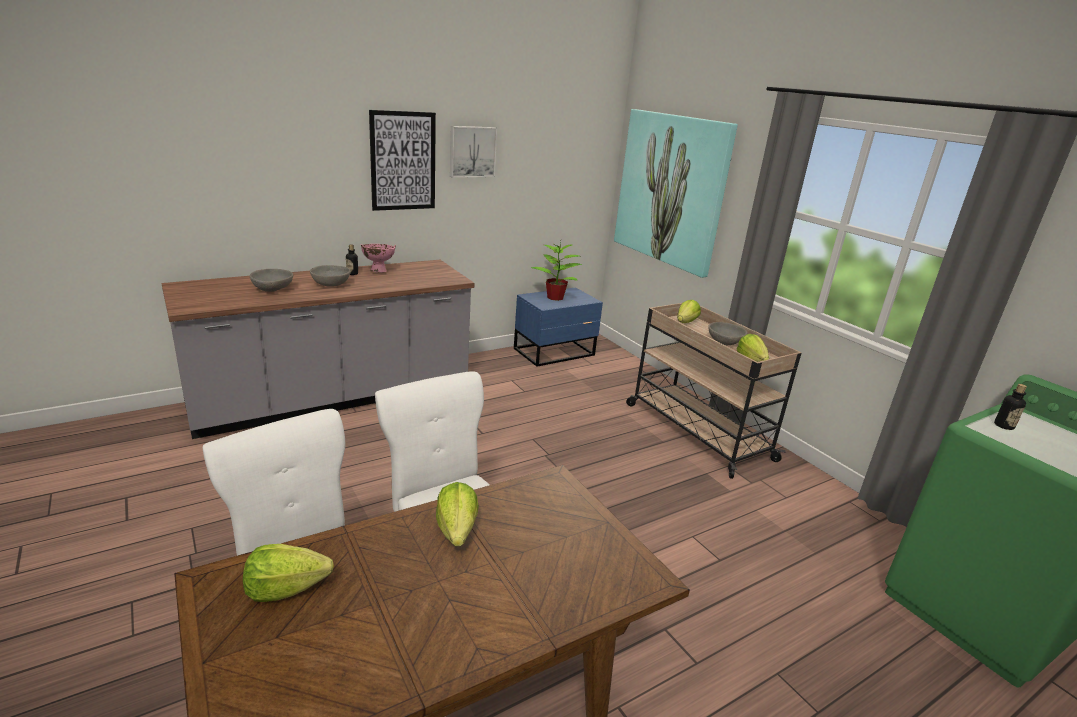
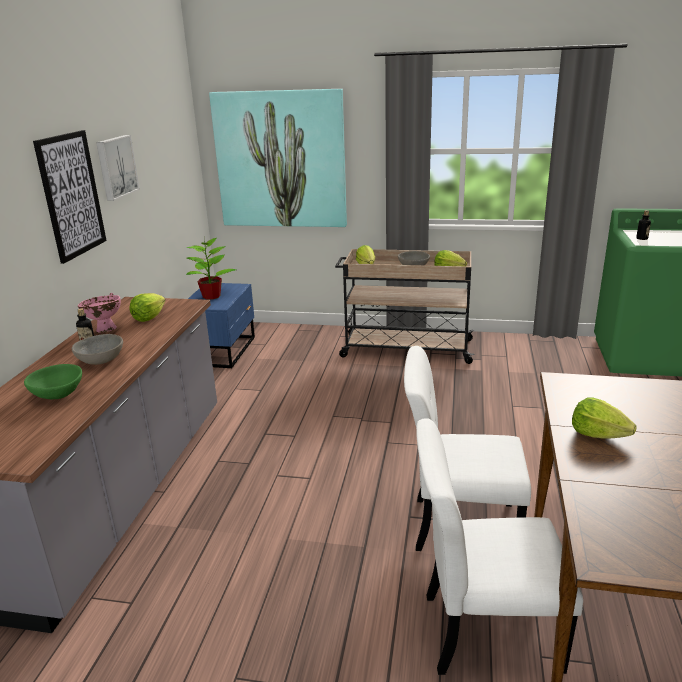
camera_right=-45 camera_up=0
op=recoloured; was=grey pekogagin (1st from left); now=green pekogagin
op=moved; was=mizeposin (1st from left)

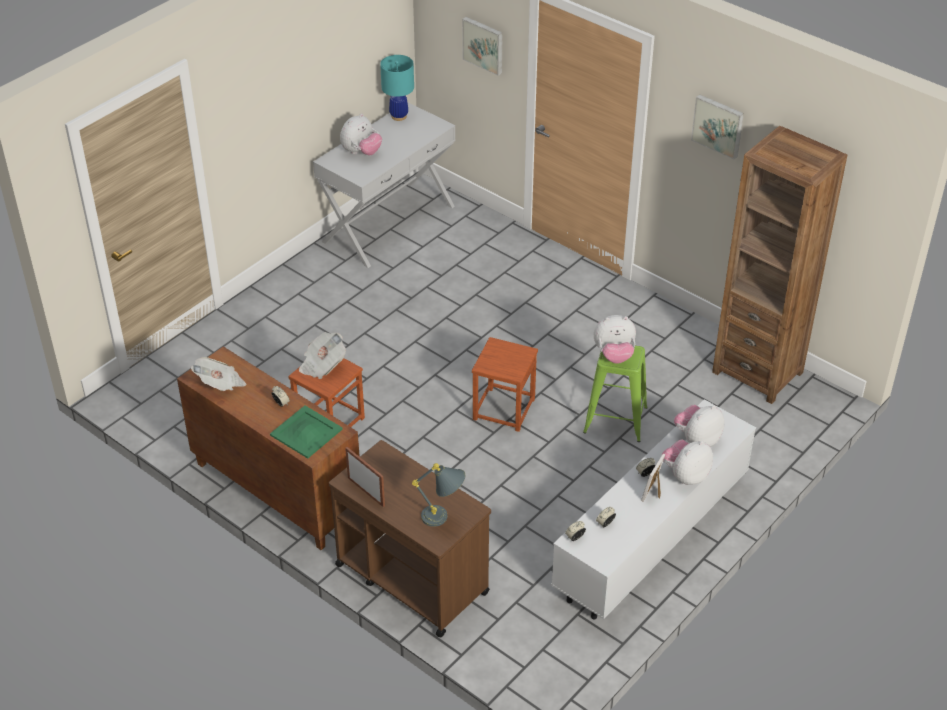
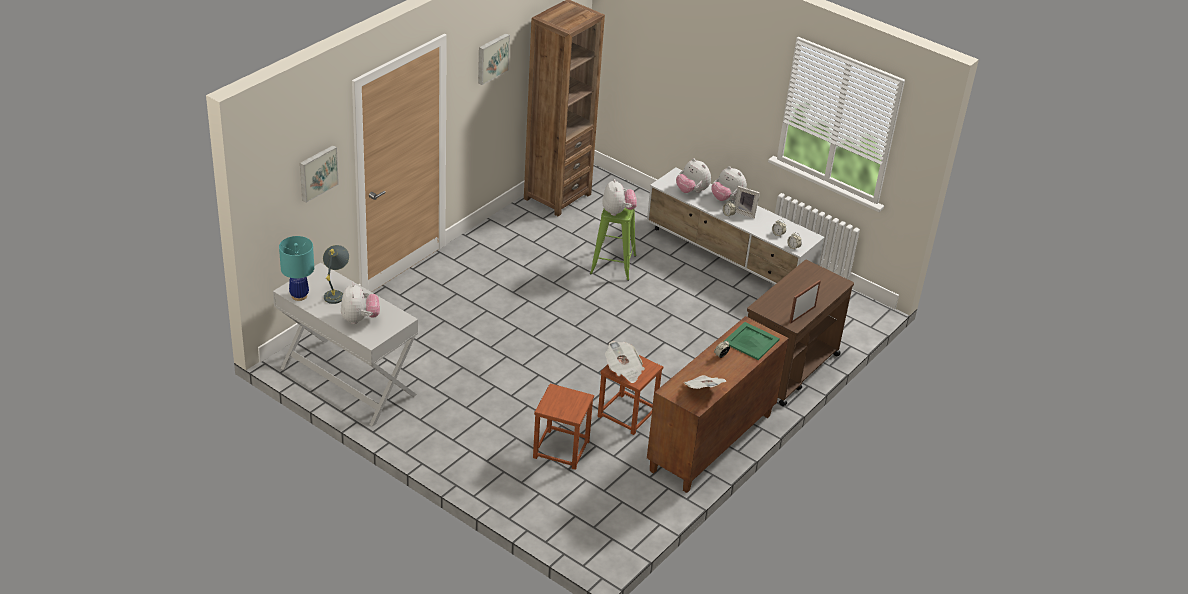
camera_right=-95 camera_up=-5
op=turned; was=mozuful (1st from left); clockwise=45
op=moved; was=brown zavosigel (2nd from left in the first image); now=brown zavosigel (1st from left)
op=moved; was=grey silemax

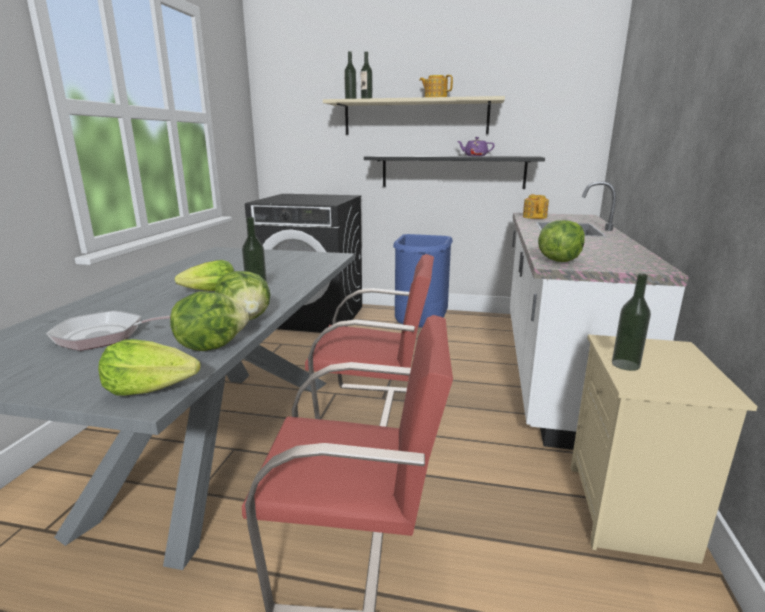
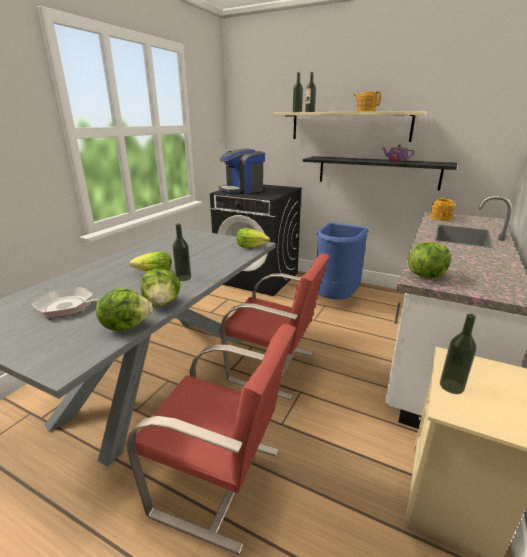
camera_right=15 camera_up=5
op=moved; was=mizeposin (1st from left in the first image); now=mizeposin (4th from left)
op=added; now=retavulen

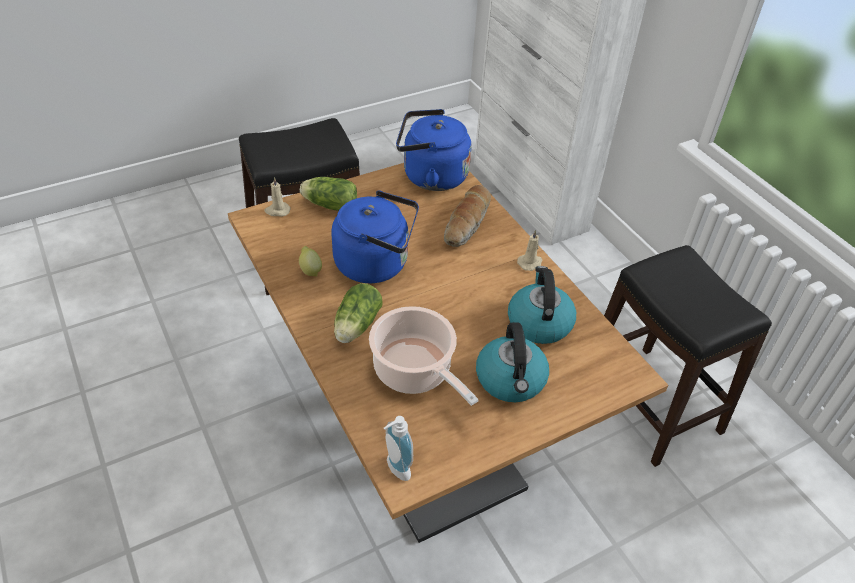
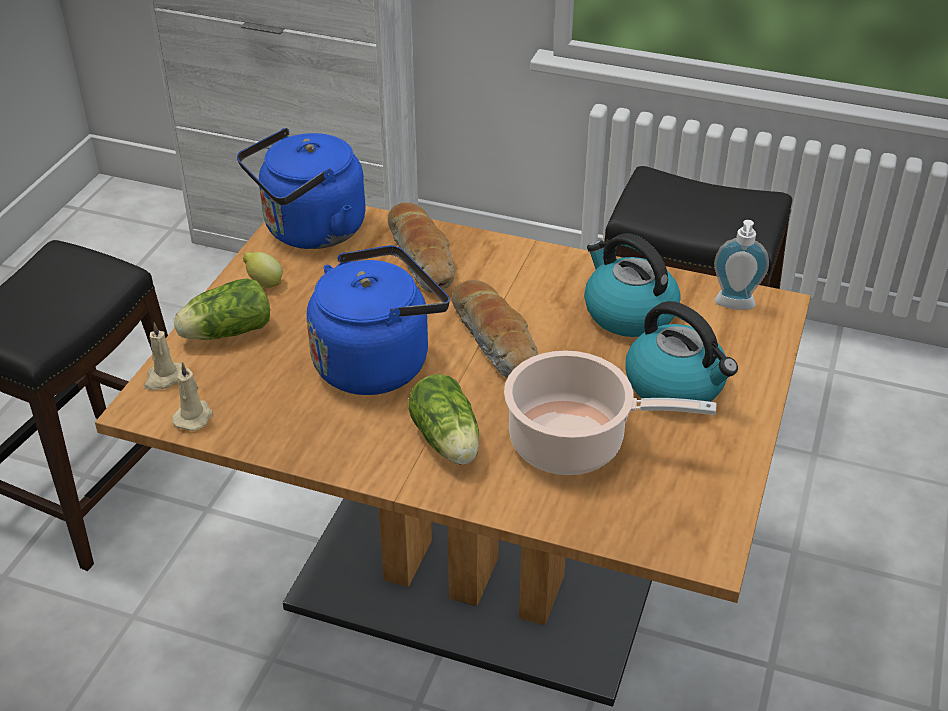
camera_right=-40 camera_up=-5
op=moved; was=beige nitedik (2nd from left)
op=moved; was=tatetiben
op=moved; was=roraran
op=added; now=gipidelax (2nd from left)

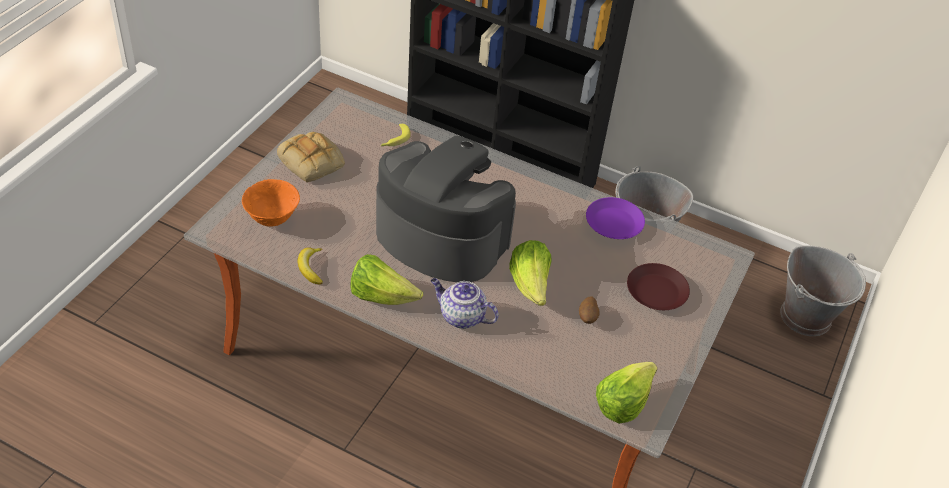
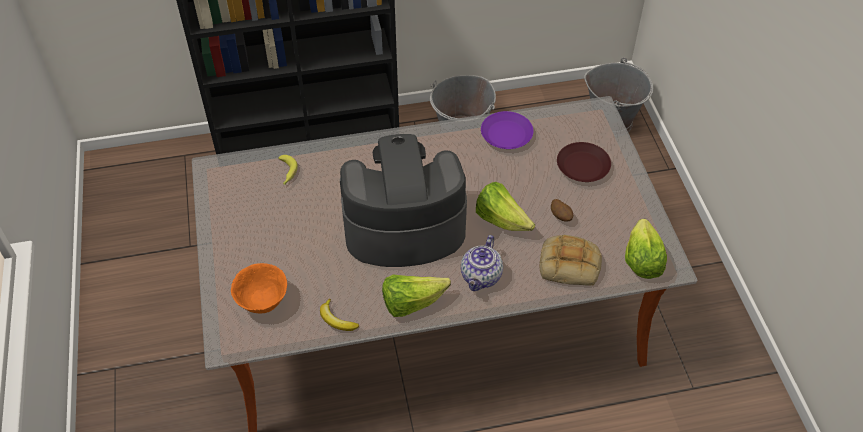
camera_right=-35 camera_up=5
op=moved; was=gipidelax
op=turned; was=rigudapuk; clockwise=-60

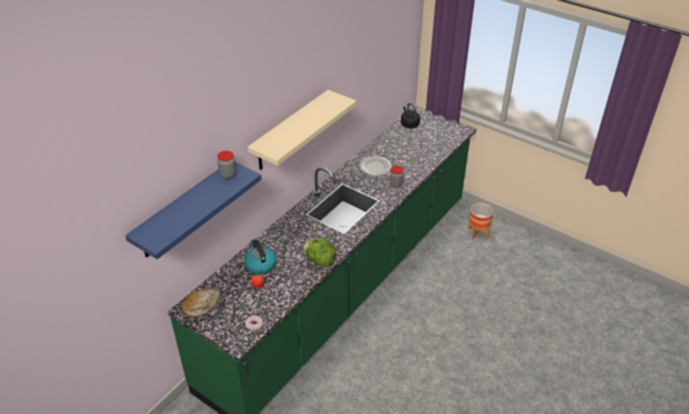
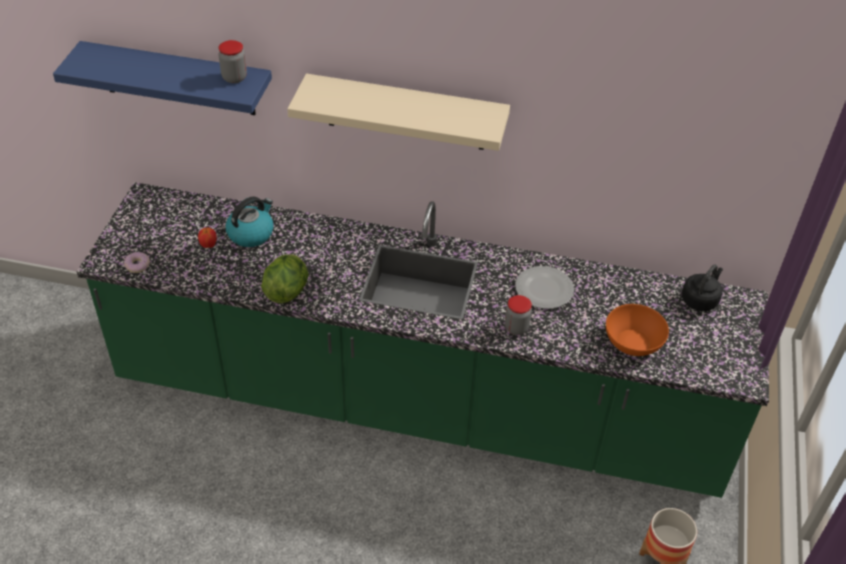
camera_right=65 camera_up=5
op=removed; was=gipidelax
op=added; now=orange pekogagin

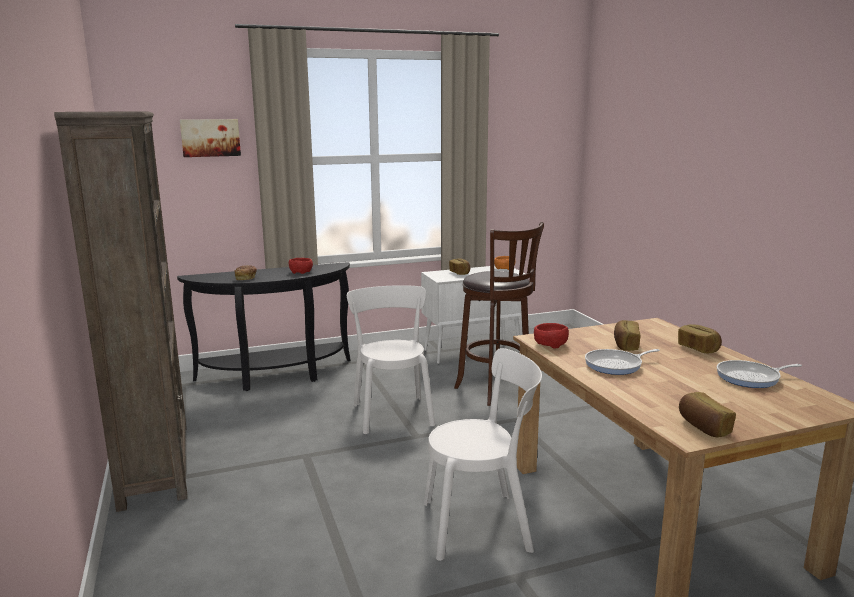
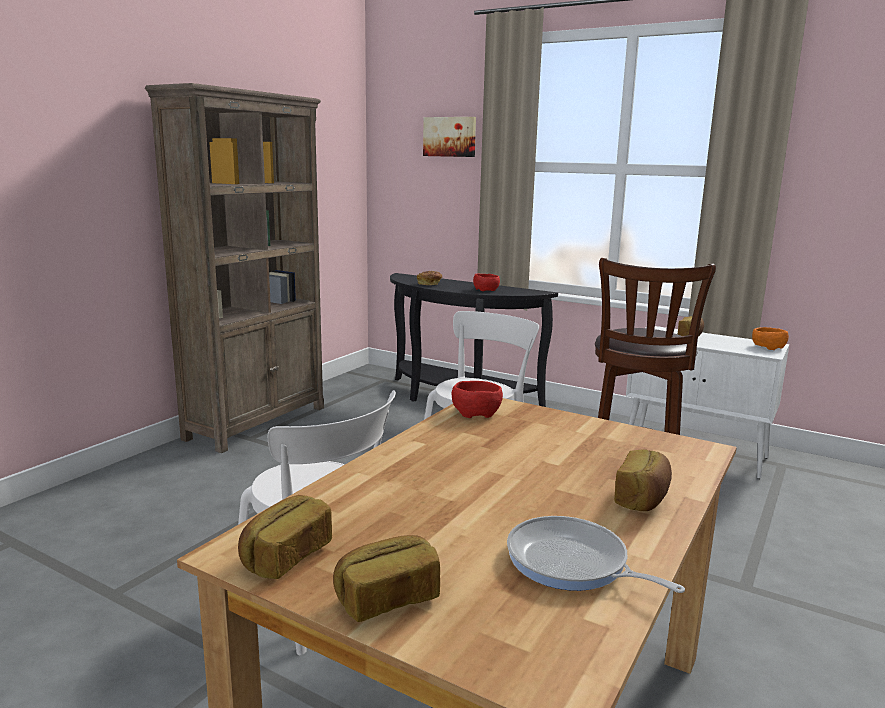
camera_right=50 camera_up=0
op=moved; was=gipidelax (3rd from left in the first image); now=gipidelax (2nd from left)
op=removed; was=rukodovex (1st from left)

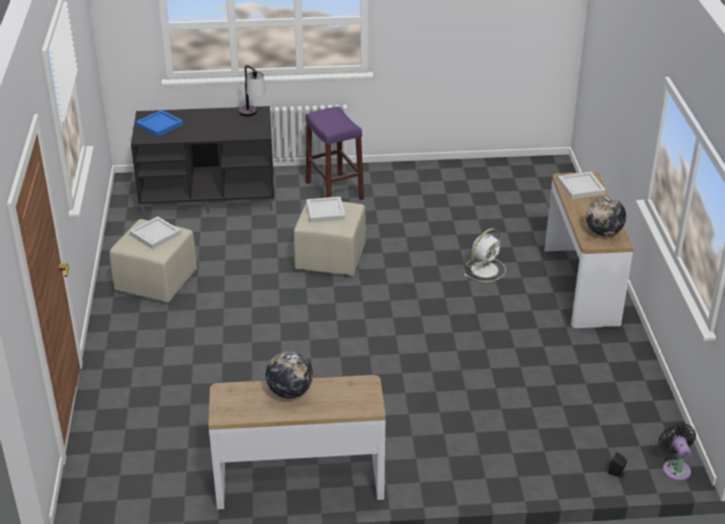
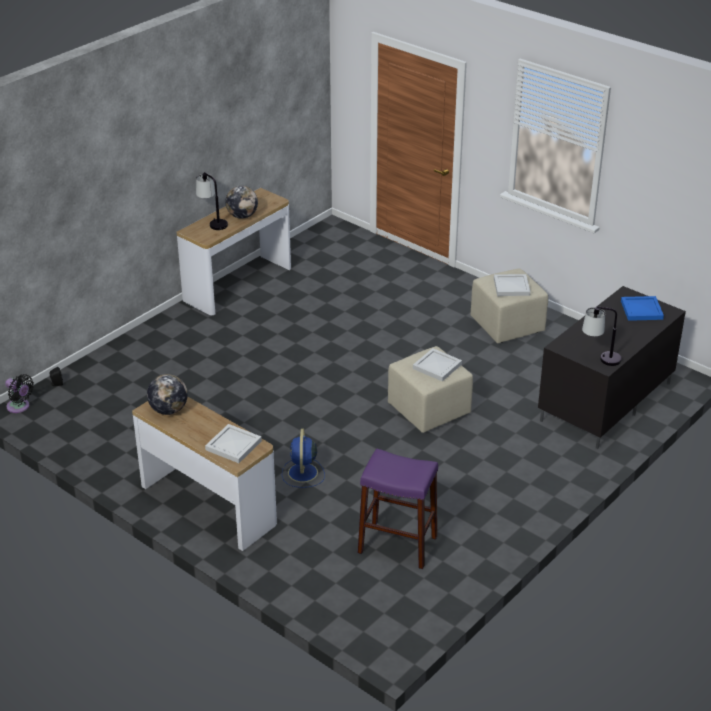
camera_right=135 camera_up=0
op=moved; was=purple zavosigel
op=recoloured; was=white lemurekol; now=blue lemurekol
op=added; now=silemax (1st from left)

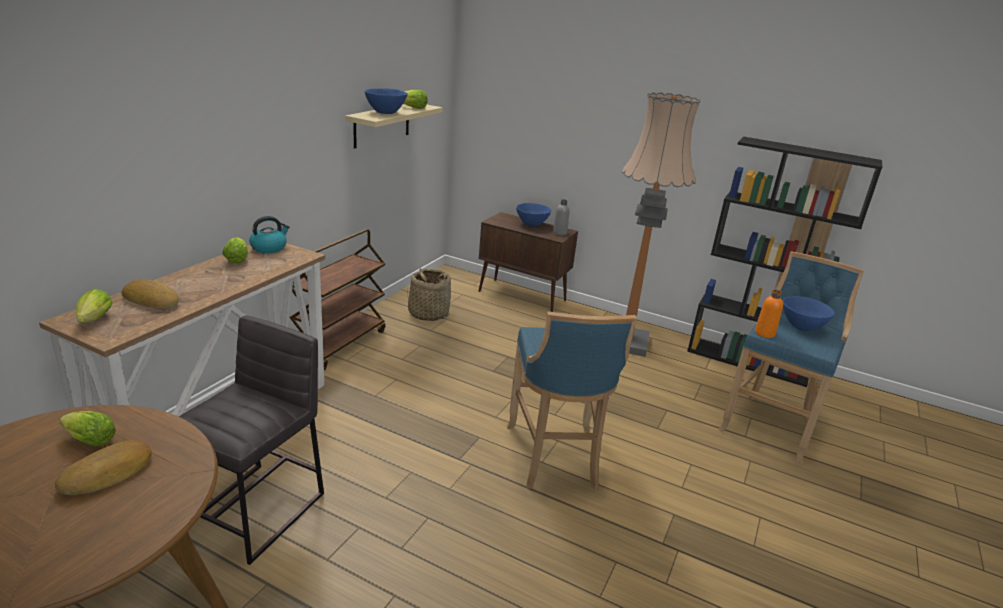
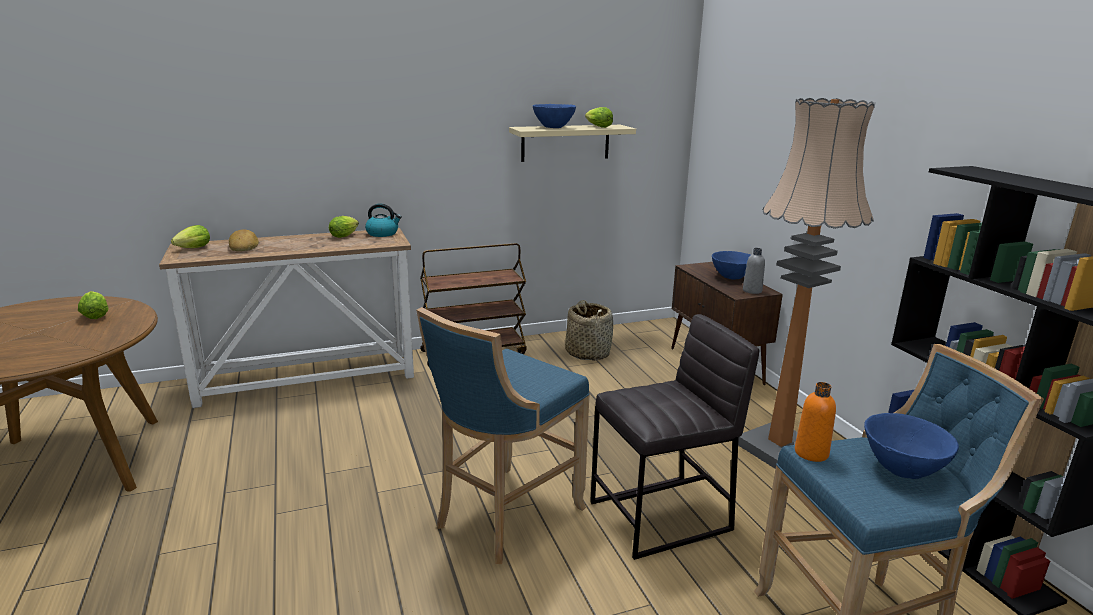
camera_right=45 camera_up=-5
op=moved; was=grey zavosigel
op=removed; was=gipidelax (1st from left)

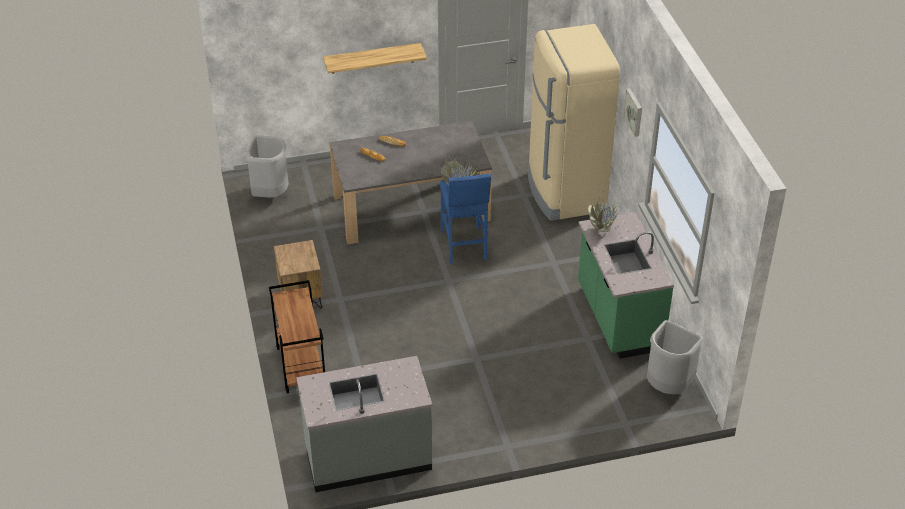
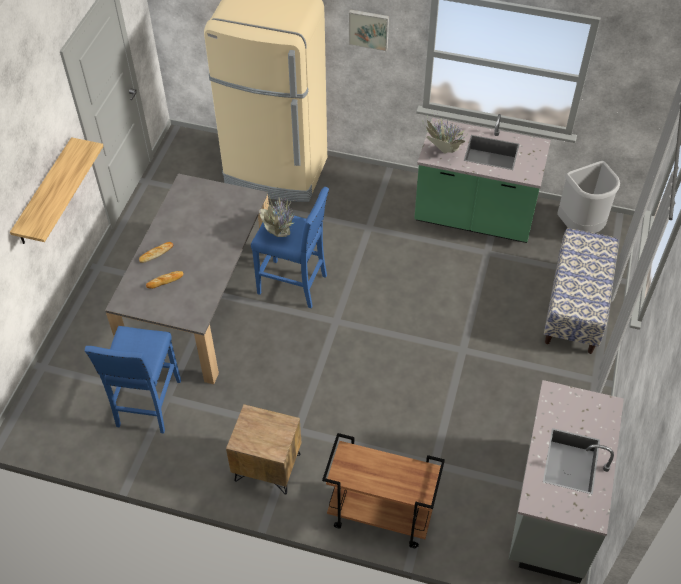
camera_right=-60 camera_up=10
op=removed; was=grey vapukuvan (1st from left)
op=added; now=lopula
op=added; now=blue zavosigel (1st from left)

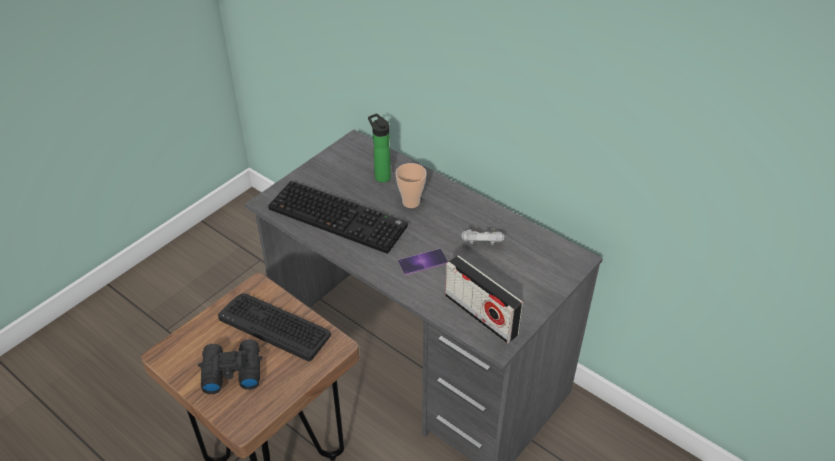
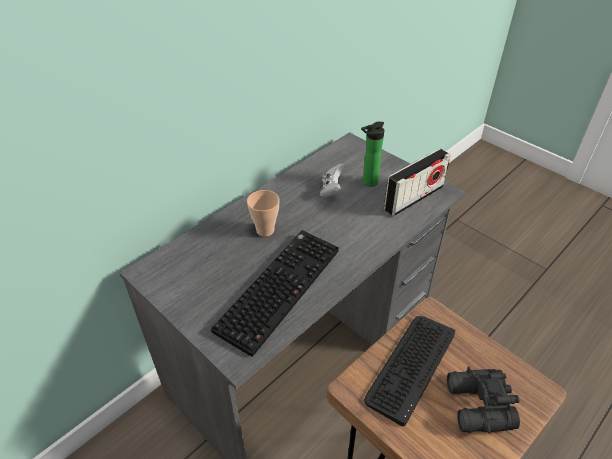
camera_right=-85 camera_up=0
op=moved; was=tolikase
op=removed; was=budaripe

